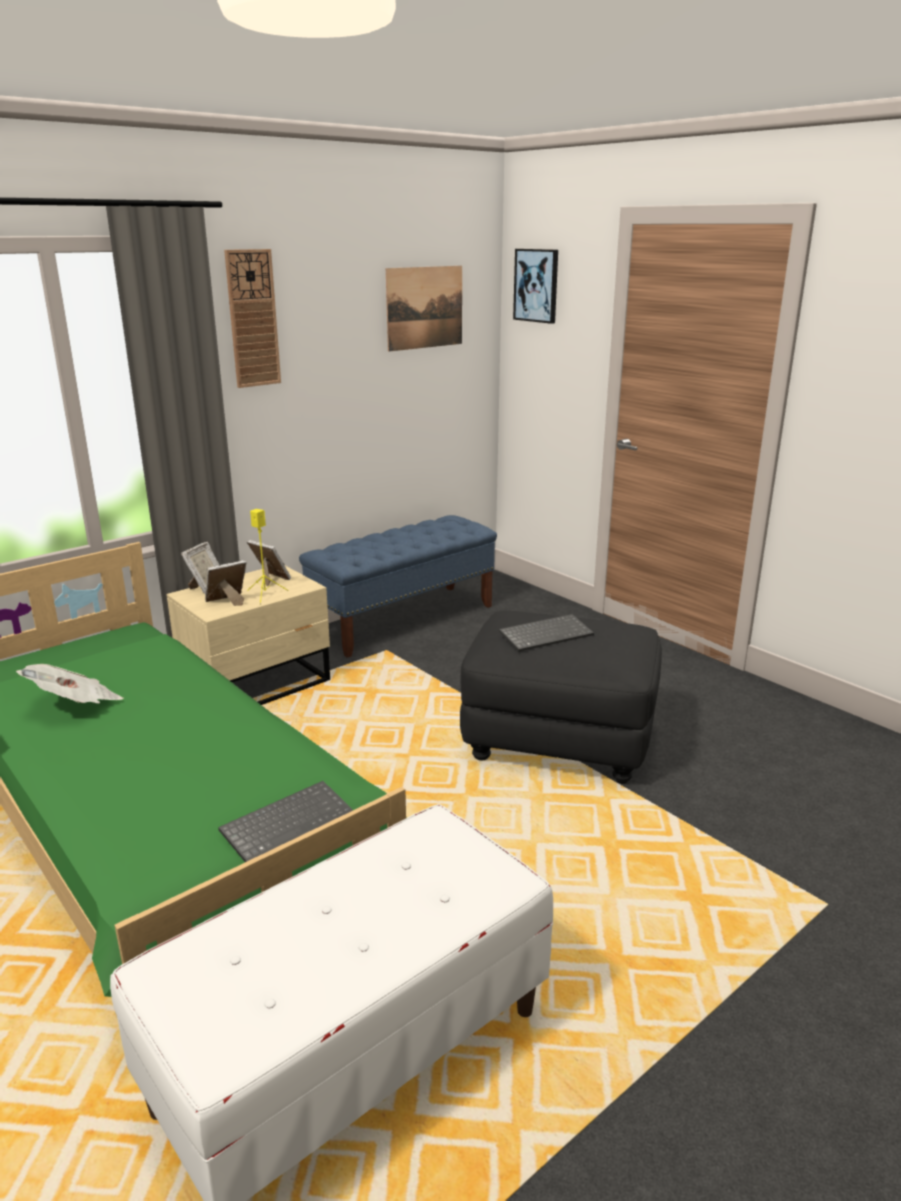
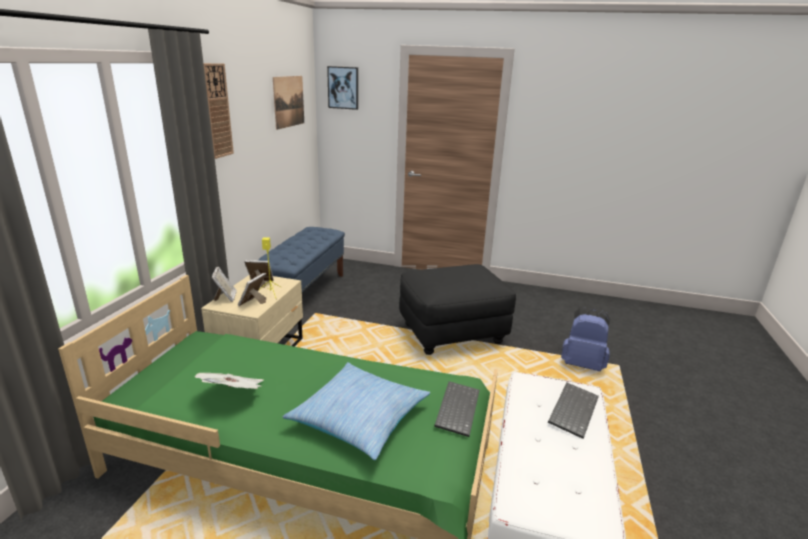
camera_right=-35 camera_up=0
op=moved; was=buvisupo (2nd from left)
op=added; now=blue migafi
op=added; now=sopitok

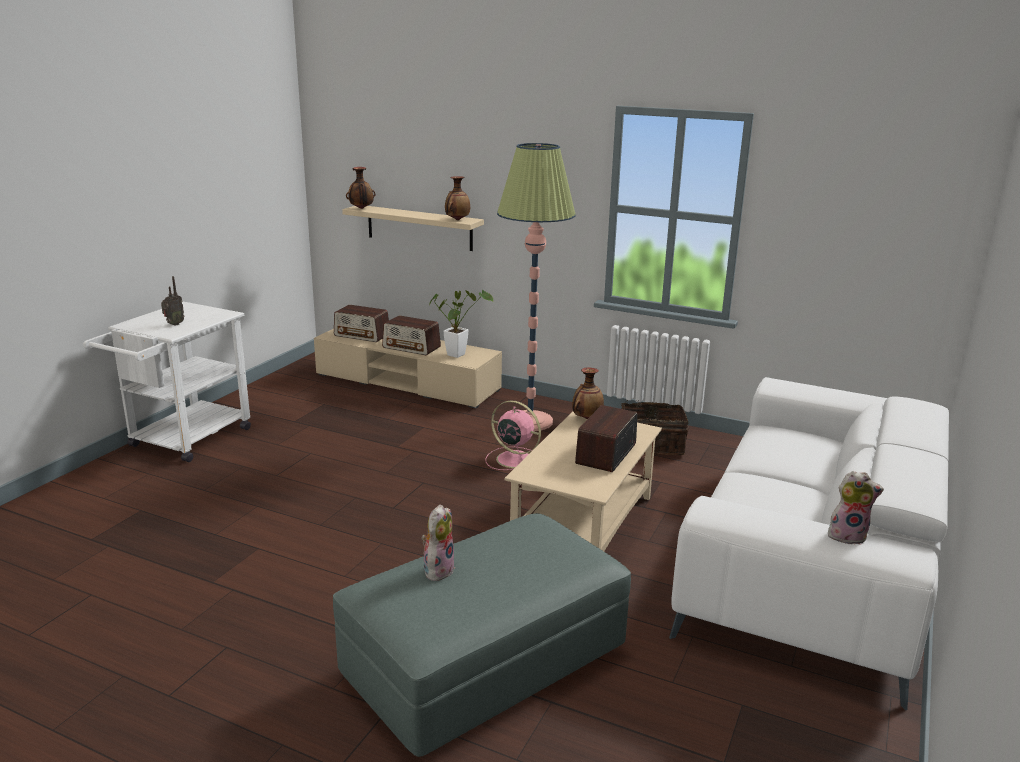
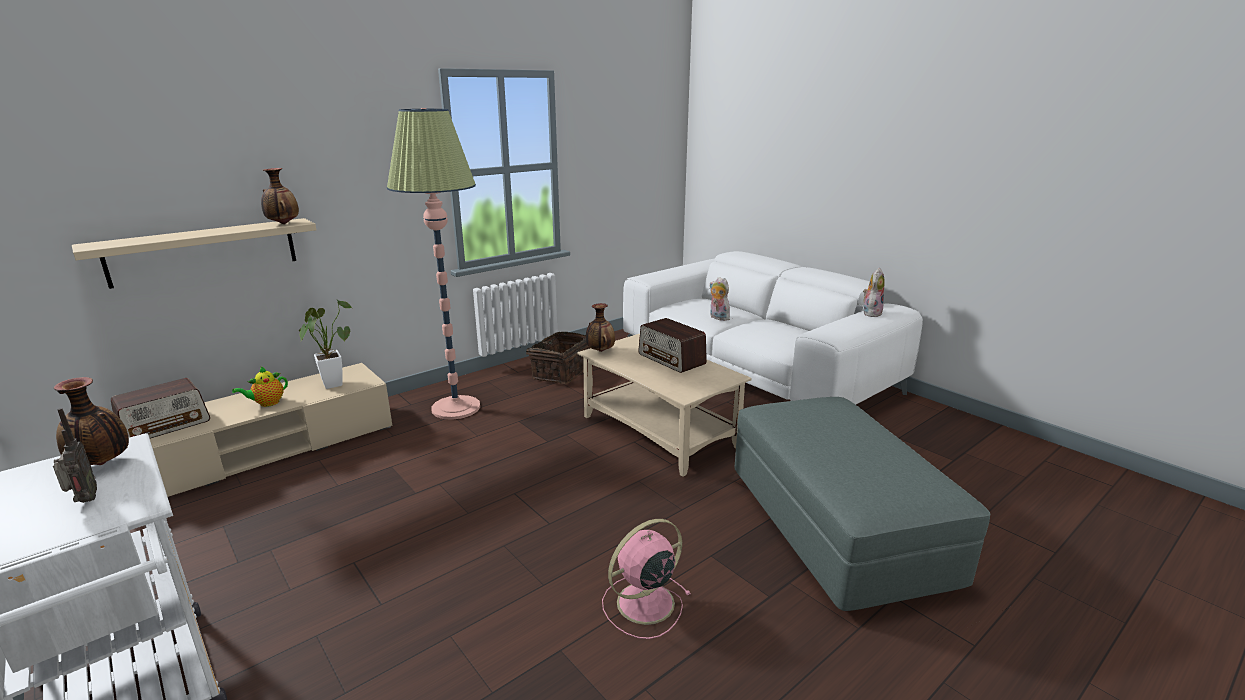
camera_right=-65 camera_up=0
op=moved; was=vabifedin (1st from left)
op=replaced; was=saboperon (3rd from left); now=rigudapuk
op=moved; was=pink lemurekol
op=moved; was=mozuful (1st from left)

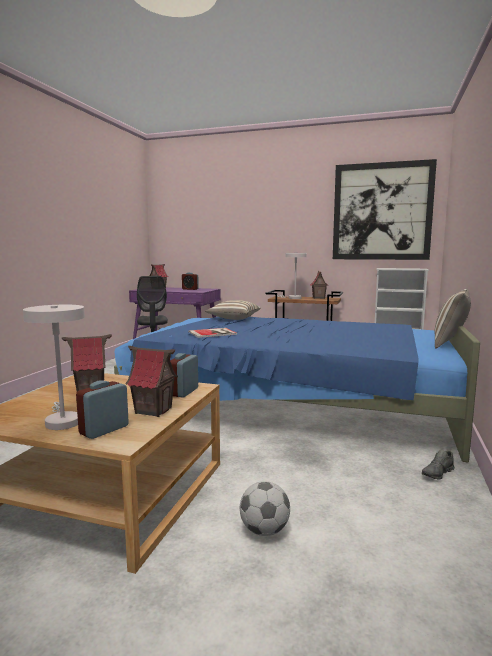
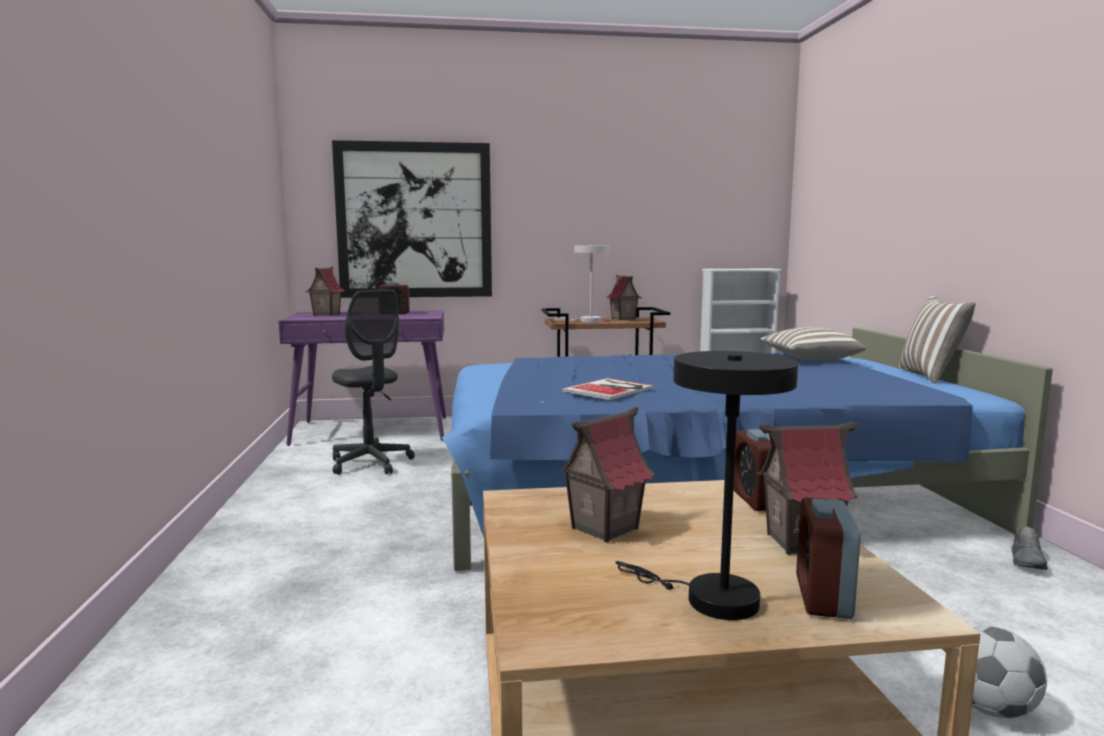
camera_right=-25 camera_up=0
op=moved; was=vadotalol
op=moved; was=sopitok (1st from left)
op=recoloured; was=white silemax (1st from left); now=black silemax

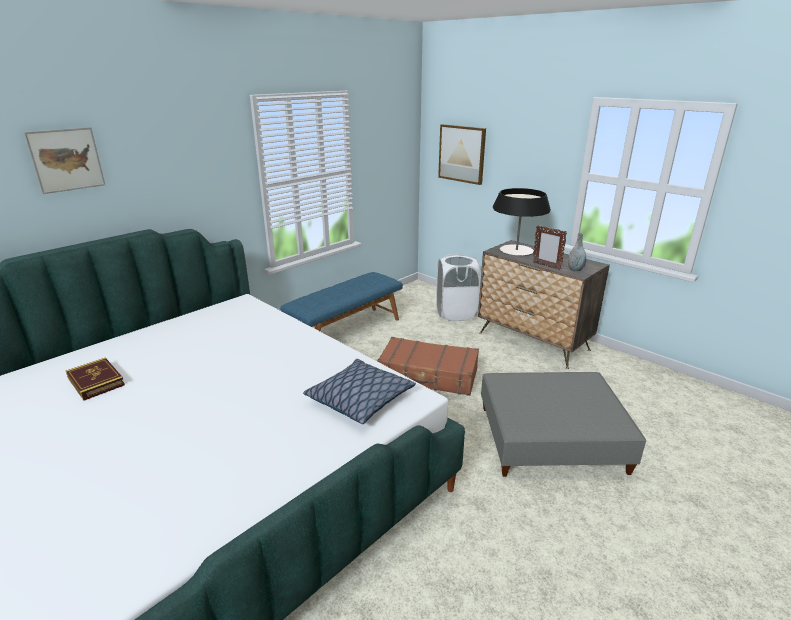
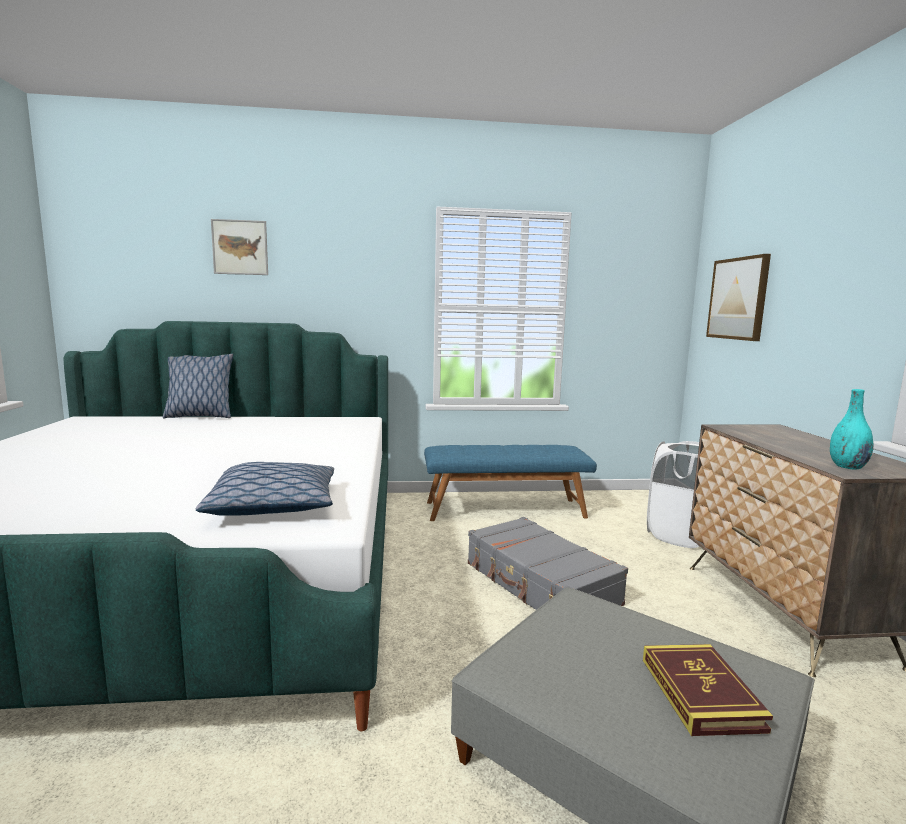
camera_right=40 camera_up=-15
op=removed; was=silemax
op=removed; was=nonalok
op=recoloured; was=grey vabifedin; now=turquoise vabifedin
op=recoloured; was=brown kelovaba; now=grey kelovaba
op=moved; was=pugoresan
op=added; now=sopitok (1st from left)

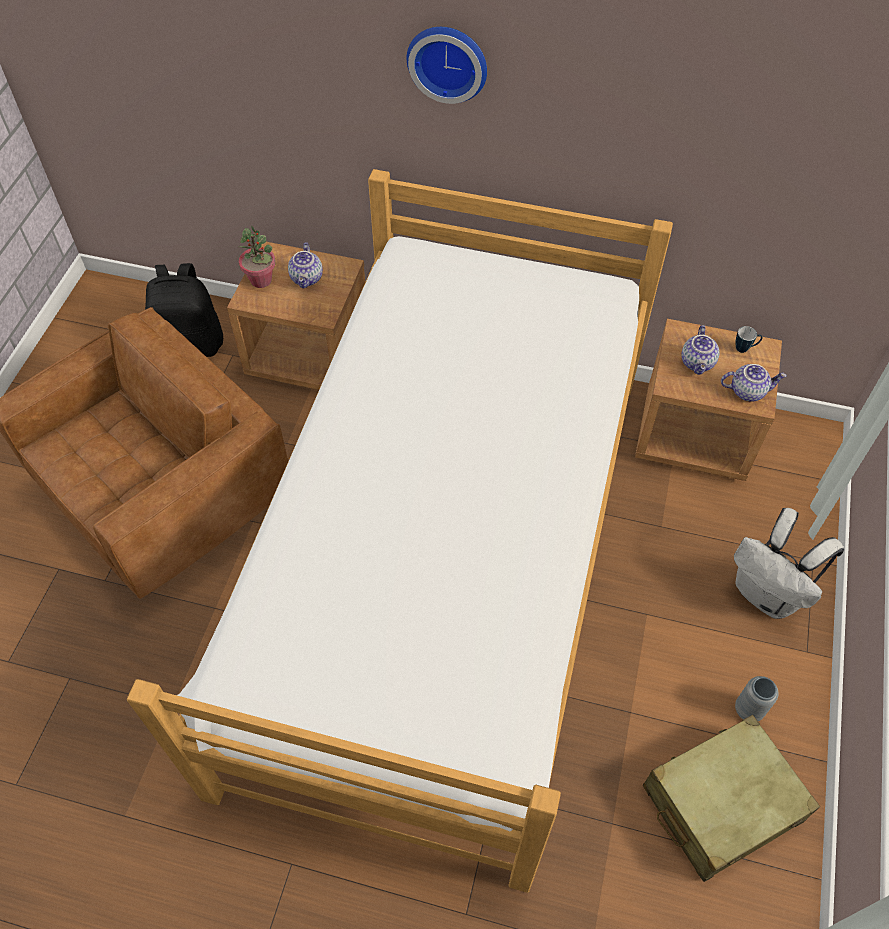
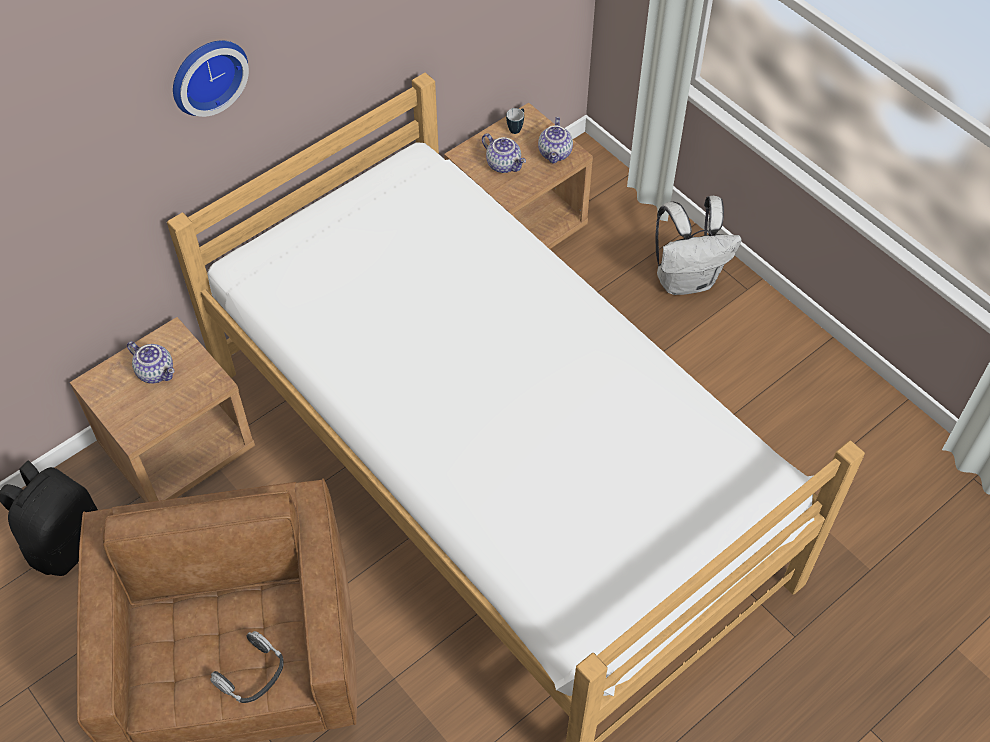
camera_right=-55 camera_up=0
op=removed; was=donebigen
op=turned; was=rigudapuk (3rd from left); clockwise=150
op=removed; was=grey vabifedin
op=removed; was=beige kelovaba
op=added; now=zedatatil

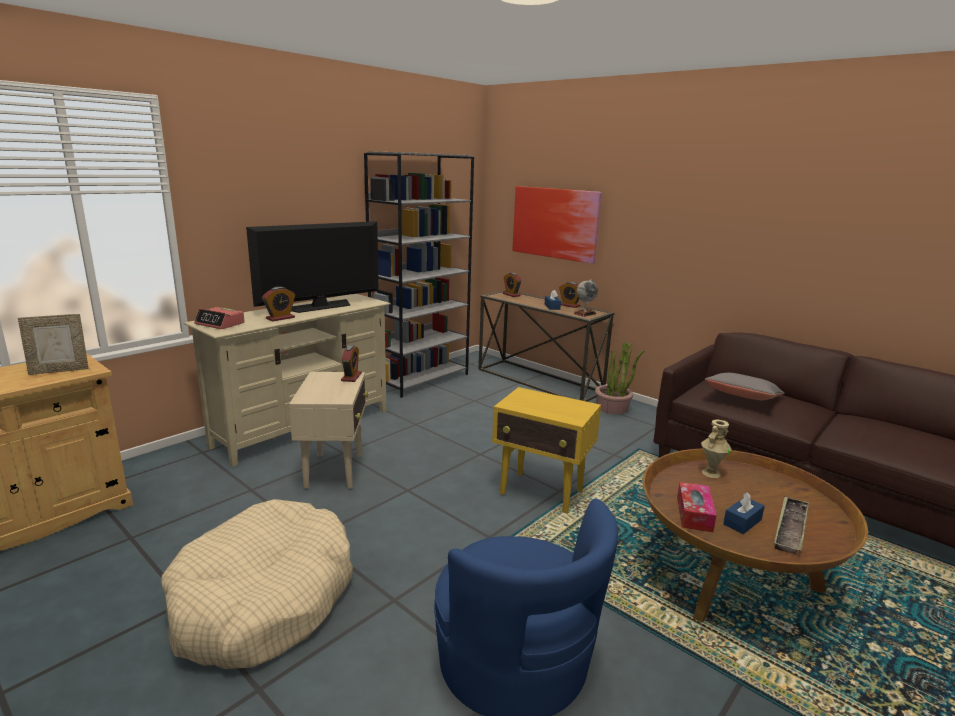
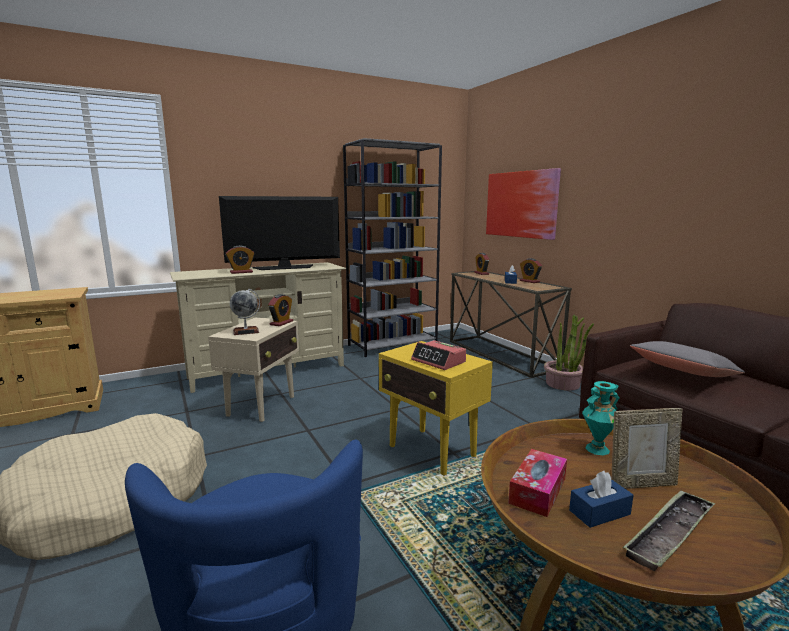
camera_right=20 camera_up=-5
op=moved; was=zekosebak
op=moved; was=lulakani (1st from left in the first image); now=lulakani (3rd from left)
op=moved; was=nonalok
op=recoloured; was=beige vabifedin; now=turquoise vabifedin

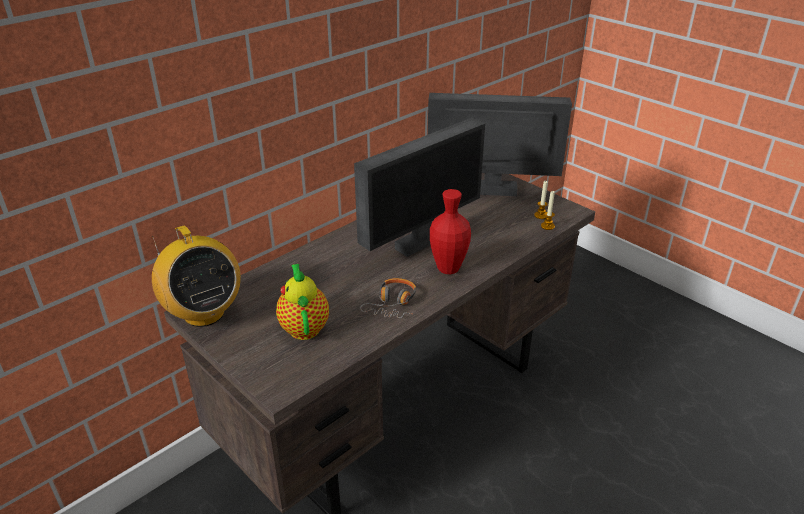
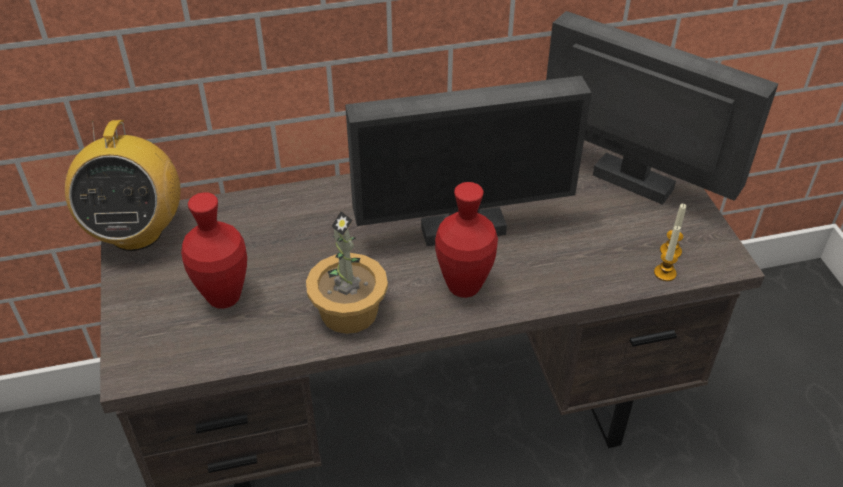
camera_right=30 camera_up=10
op=replaced; was=rigudapuk; now=red vabifedin (1st from left)
op=replaced; was=zedatatil; now=donebigen

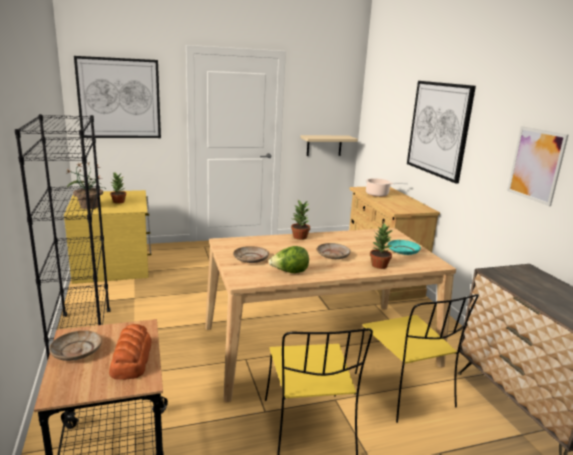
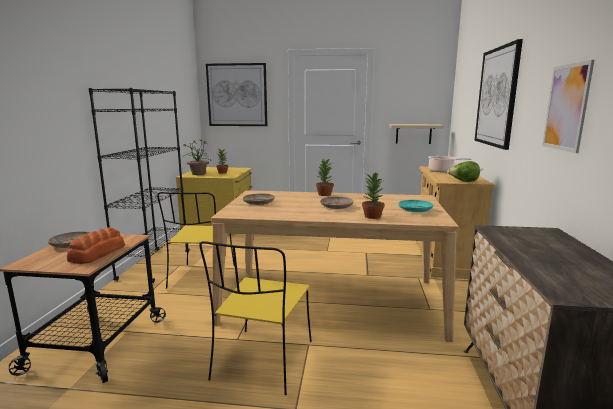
camera_right=25 camera_up=-5
op=moved; was=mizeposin
op=moved; was=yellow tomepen (2nd from left in the first image); now=yellow tomepen (1st from left)

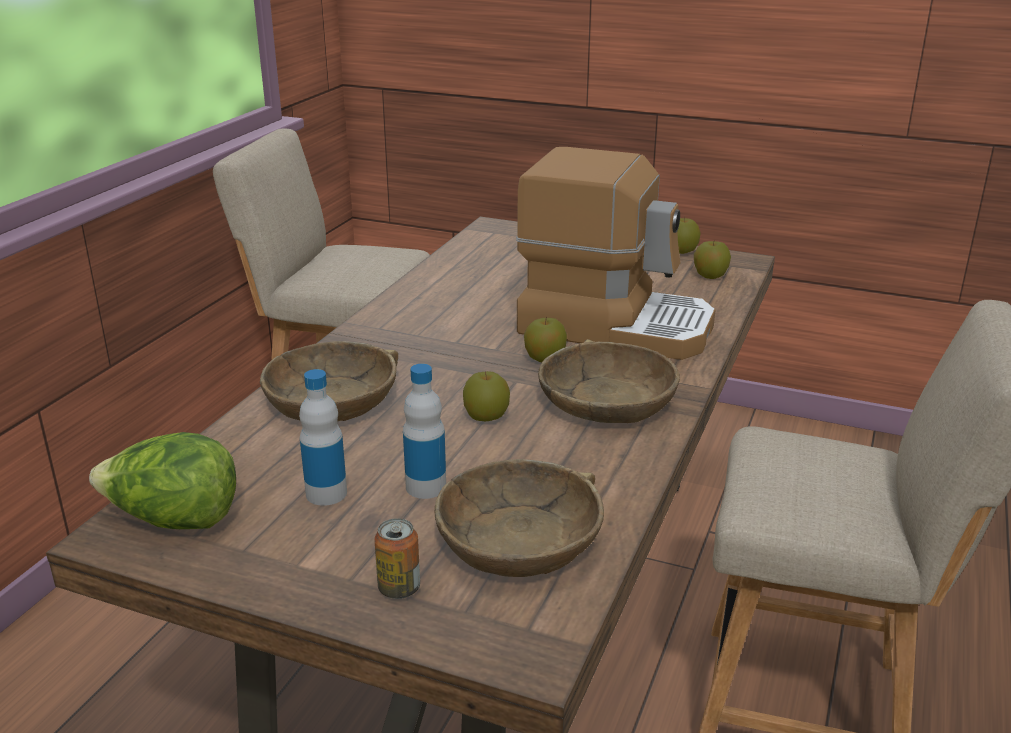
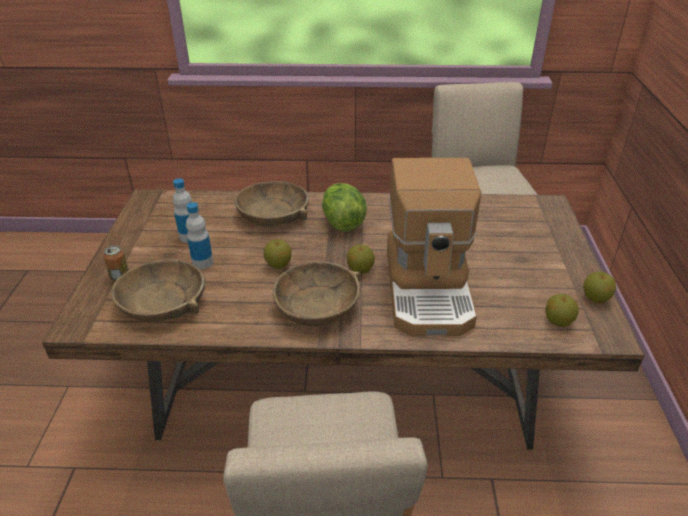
camera_right=70 camera_up=10
op=moved; was=mizeposin

